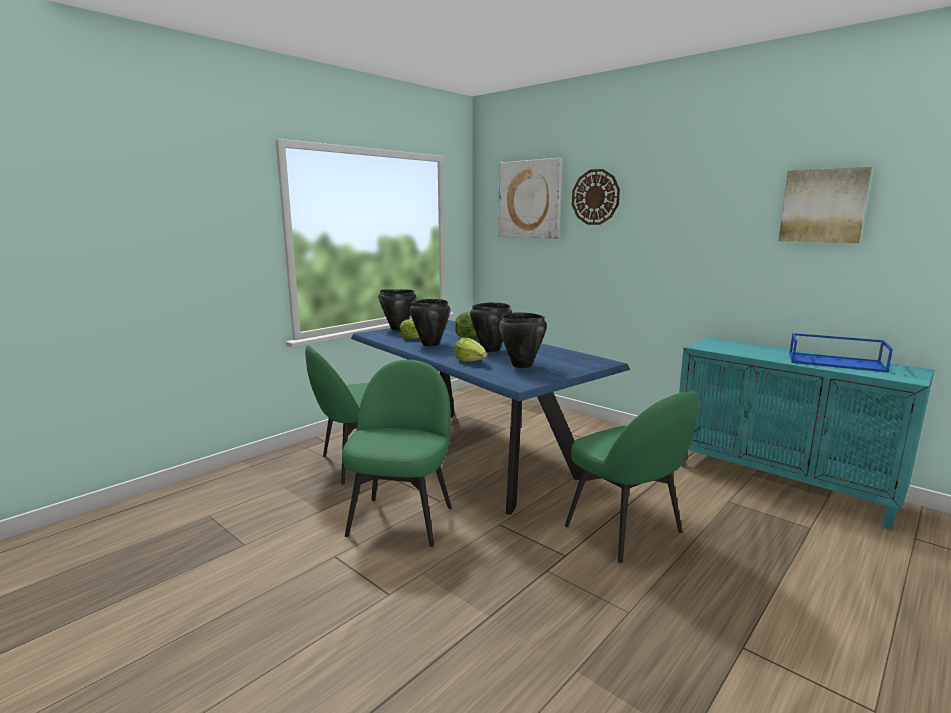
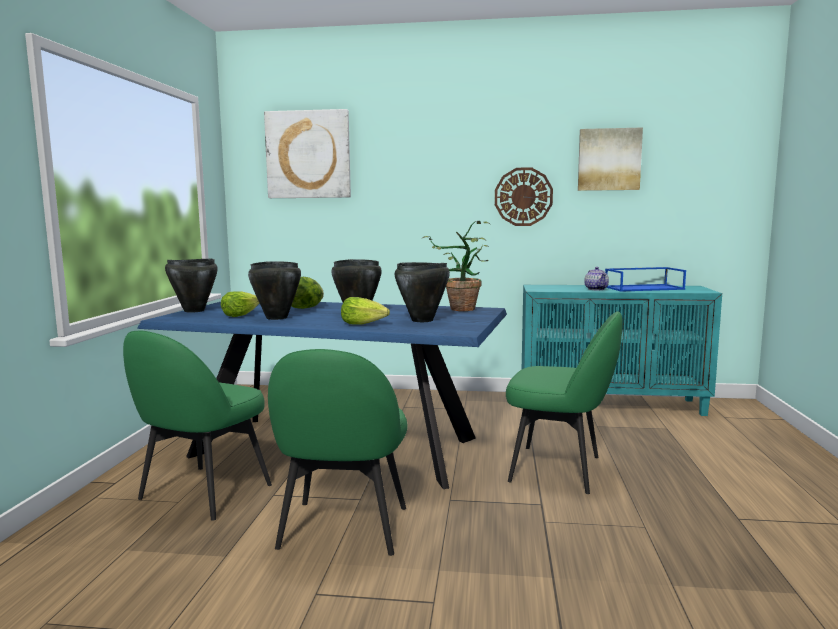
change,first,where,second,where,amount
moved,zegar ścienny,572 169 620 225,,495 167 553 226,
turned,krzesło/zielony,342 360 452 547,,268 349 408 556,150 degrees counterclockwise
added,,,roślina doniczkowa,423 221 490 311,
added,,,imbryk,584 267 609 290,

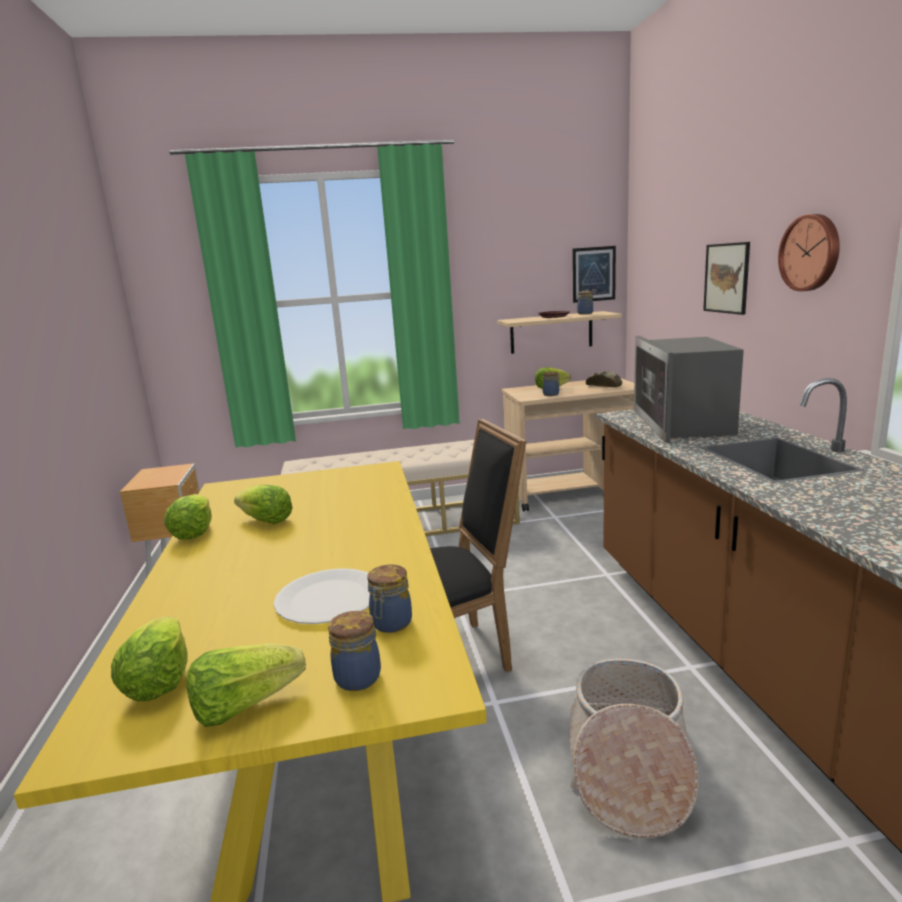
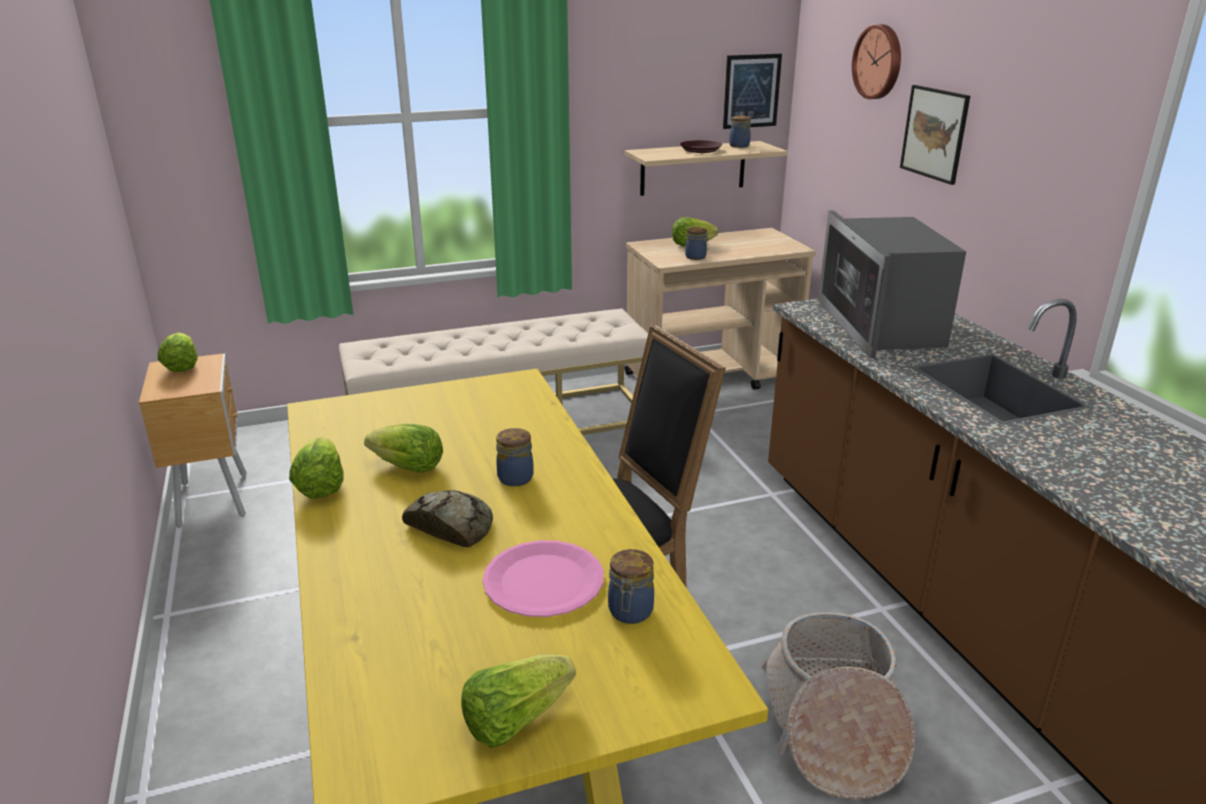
change,first,where,second,where,amount
moved,zegar ścienny,778 214 840 291,,852 24 901 99,
moved,chleb,586 372 622 387,,402 490 493 548,
recoloured,talerz/biały,274 568 370 624,talerz/różowy,482 540 604 617,
moved,słoik,328 611 381 691,,496 428 534 486,
moved,sałata,111 616 187 701,,158 332 198 372,

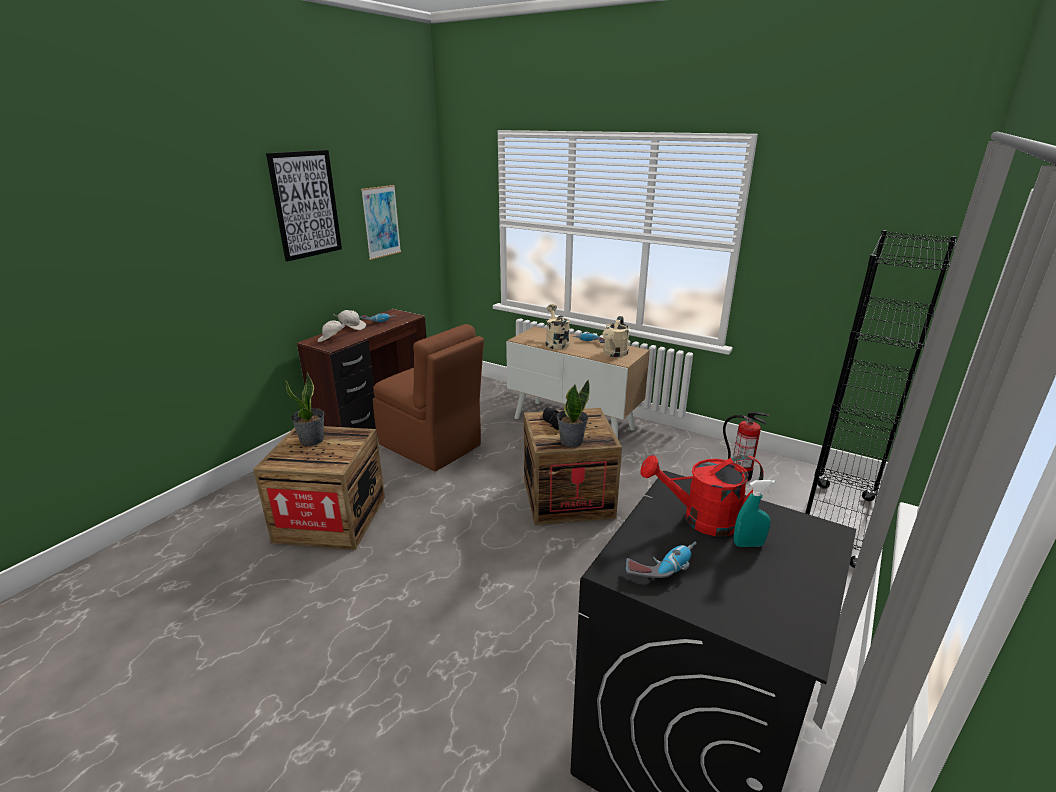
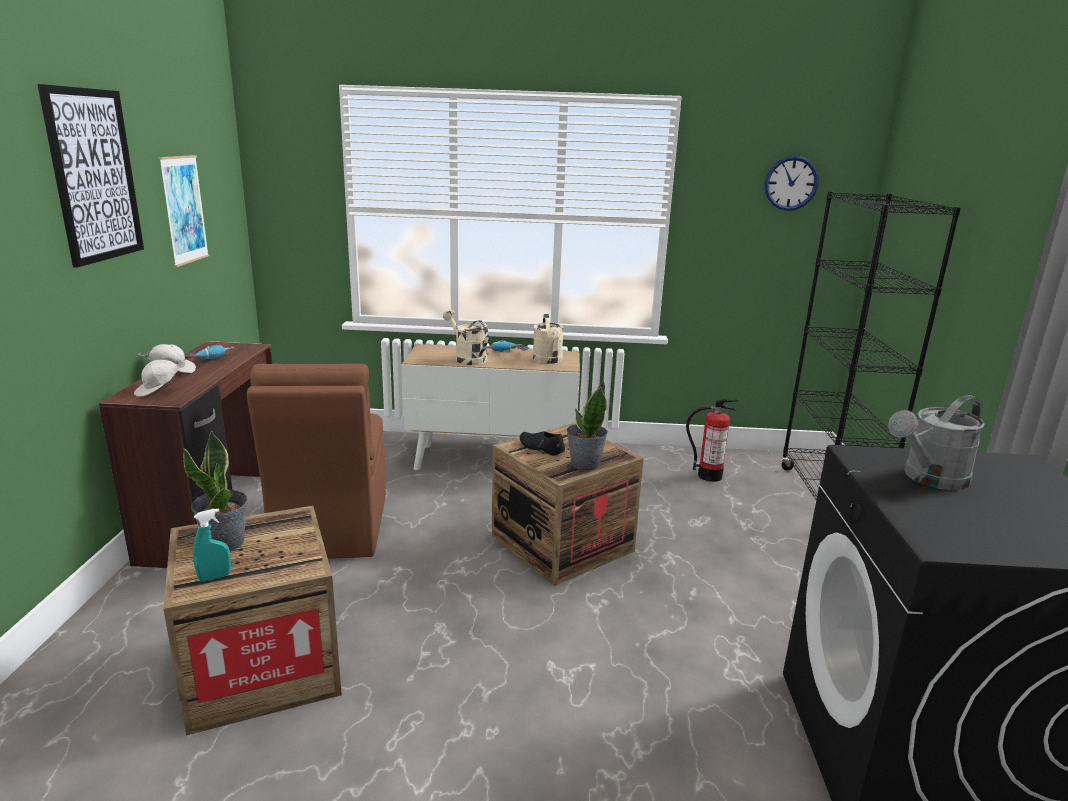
change,first,where,second,where,amount
turned,krzesło/brązowy,373 324 484 471,,247 364 386 559,75 degrees clockwise
recoloured,konewka/czerwony,641 455 764 536,konewka/szary,888 395 985 490,
moved,spryskiwacz/turkusowy,734 480 775 547,,193 508 231 582,
removed,wiertarka,626 541 697 578,,,
added,,,zegar ścienny,765 156 819 211,

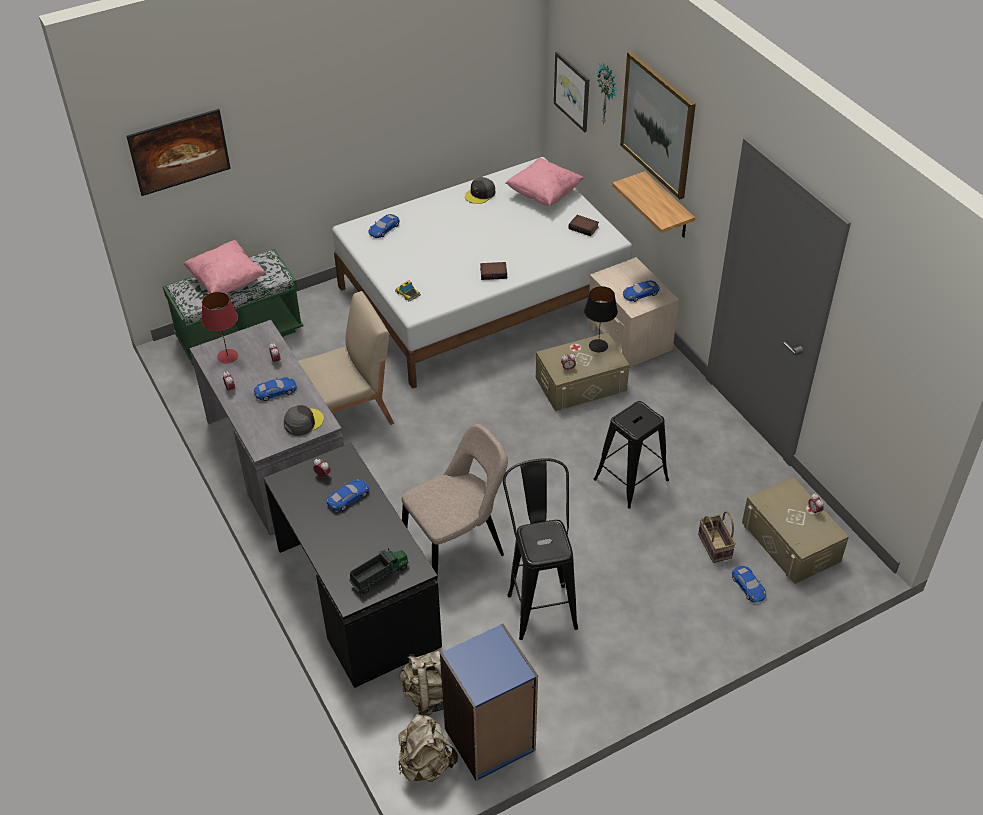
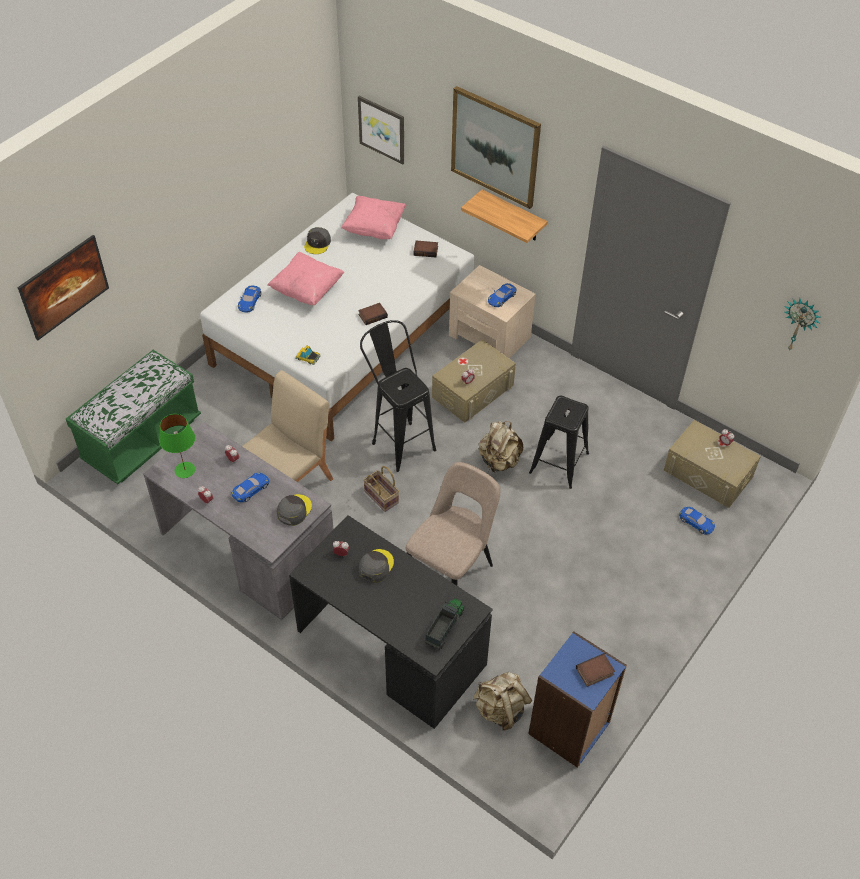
change,first,where,second,where,amount
moved,zegar ścienny,596 63 617 125,,784 298 821 351,
moved,poduszka/różowy,183 240 265 294,,267 252 344 305,
removed,lampa stołowa/czarny,584 286 618 352,,,
recoloured,lampa stołowa/czerwony,201 292 238 363,lampa stołowa/zielony,159 414 195 478,
moved,stołek/czarny,503 458 578 640,,360 320 436 472,
replaced,samochodzik/niebieski,326 479 369 511,czapka z daszkiem/szary,359 549 394 583,
moved,koszyk,698 511 736 563,,363 466 399 512,
moved,plecak/beżowy,398 714 458 782,,478 421 523 473,
added,,,książka,576 653 615 687,

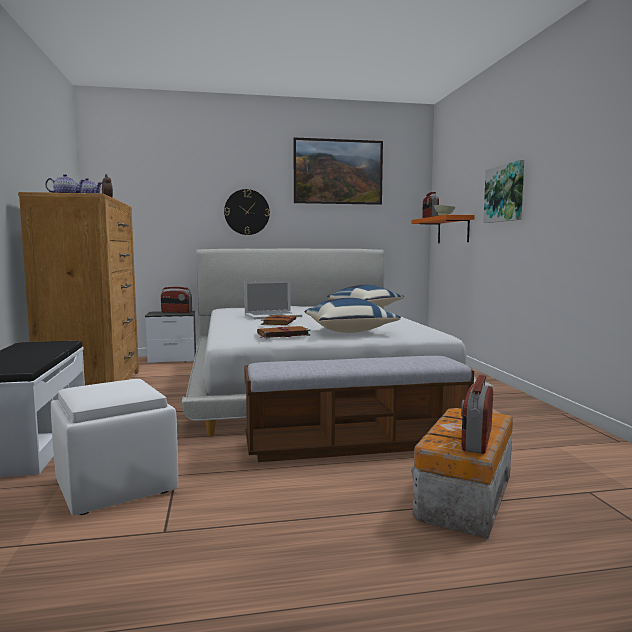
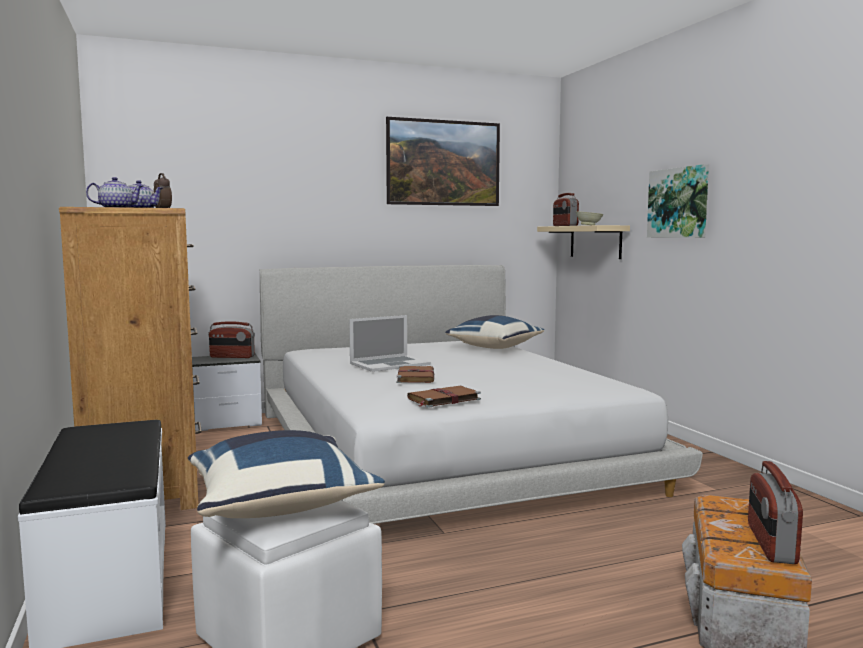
change,first,where,second,where,amount
removed,zegar ścienny,224 189 270 235,,,
recoloured,półka/pomarańczowy,411 215 475 243,półka/beżowy,537 225 630 259,
moved,poduszka/niebieski,305 298 401 333,,188 430 385 518,
removed,ławka,244 356 474 462,,,

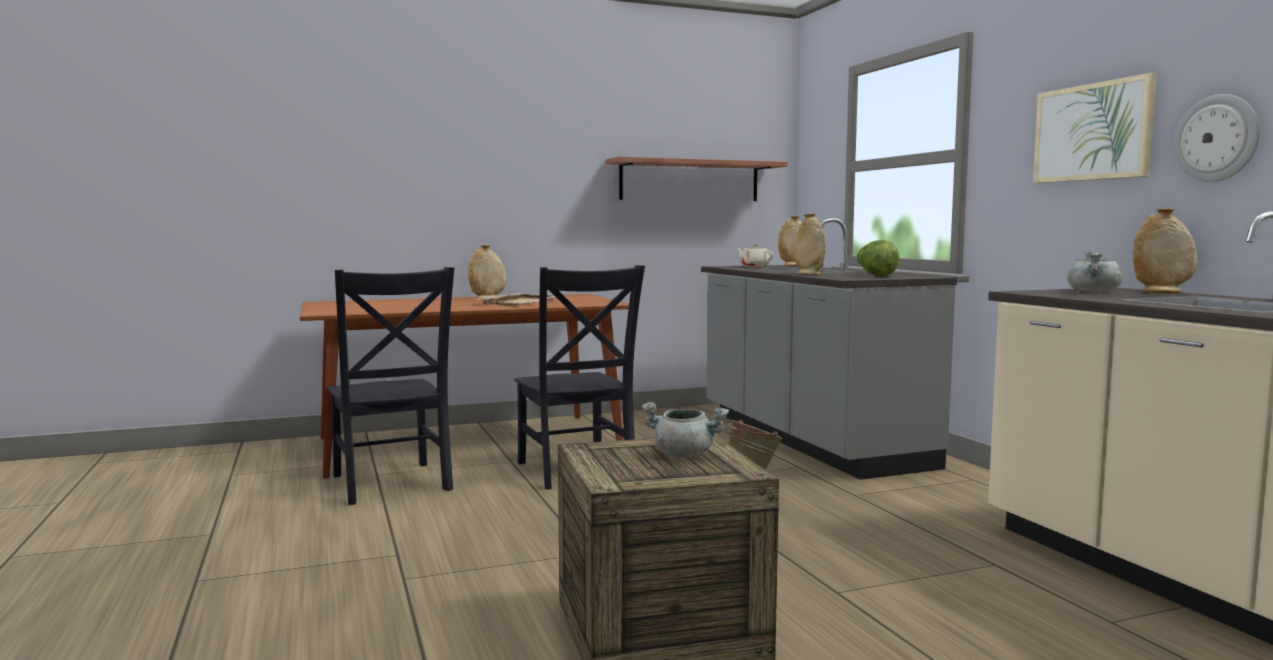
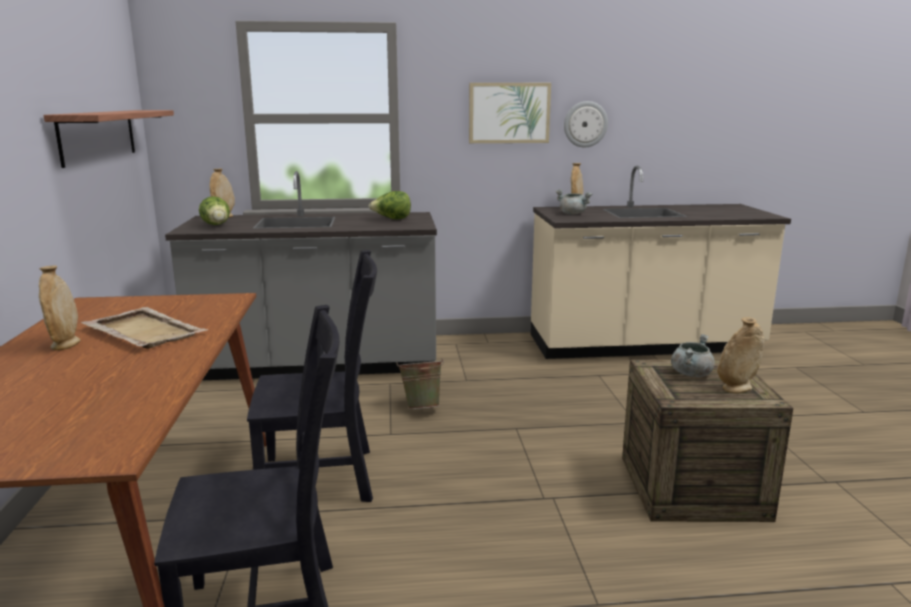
change,first,where,second,where,amount
moved,wazon/beżowy,794 213 826 275,,717 317 764 393,
replaced,imbryk/beżowy,736 244 774 267,sałata,199 196 230 225,

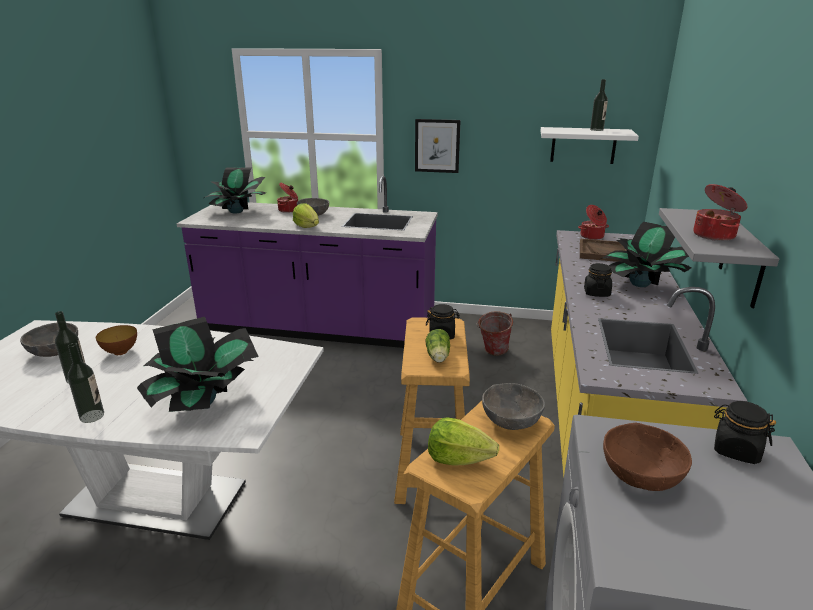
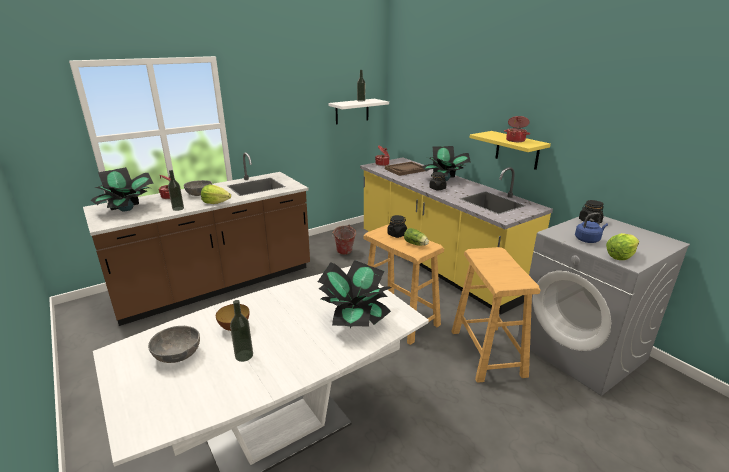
change,first,where,second,where,amount
removed,obraz,415 119 461 173,,,
recoloured,zabudowa kuchenna/fioletowy,177 176 438 348,zabudowa kuchenna/brązowy,83 152 310 326,
recoloured,półka/szary,659 208 779 308,półka/żółty,470 131 551 170,
moved,butelka,67 343 104 423,,168 170 184 211,
removed,miska/szary,482 383 545 430,,,
moved,sałata,428 417 499 465,,606 233 639 260,
replaced,miska/brązowy,603 423 692 491,czajnik/niebieski,575 213 608 243,

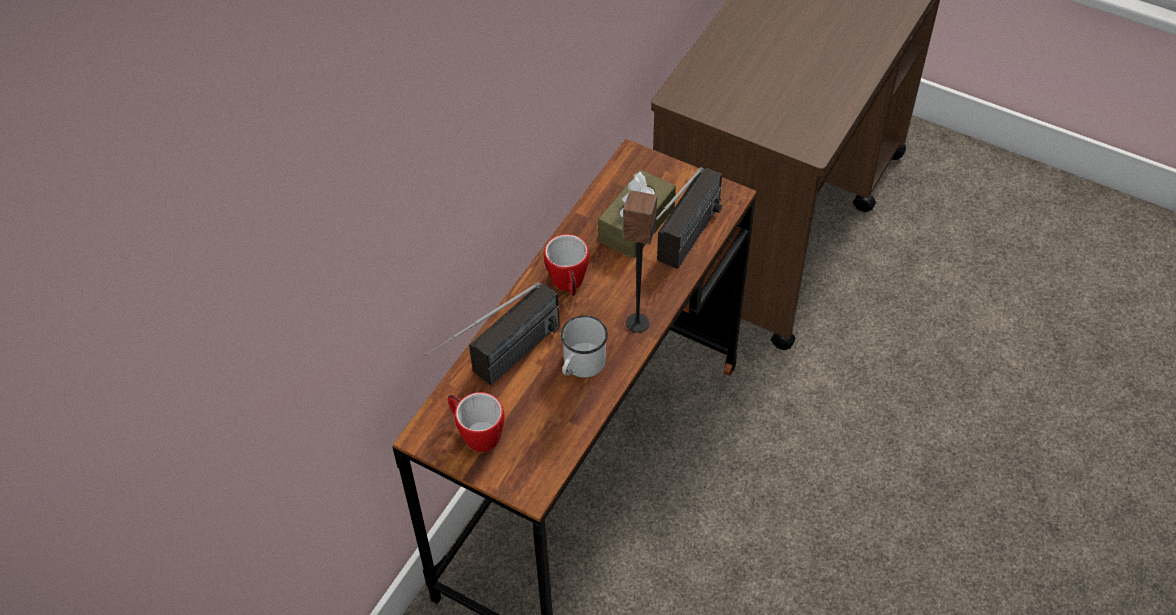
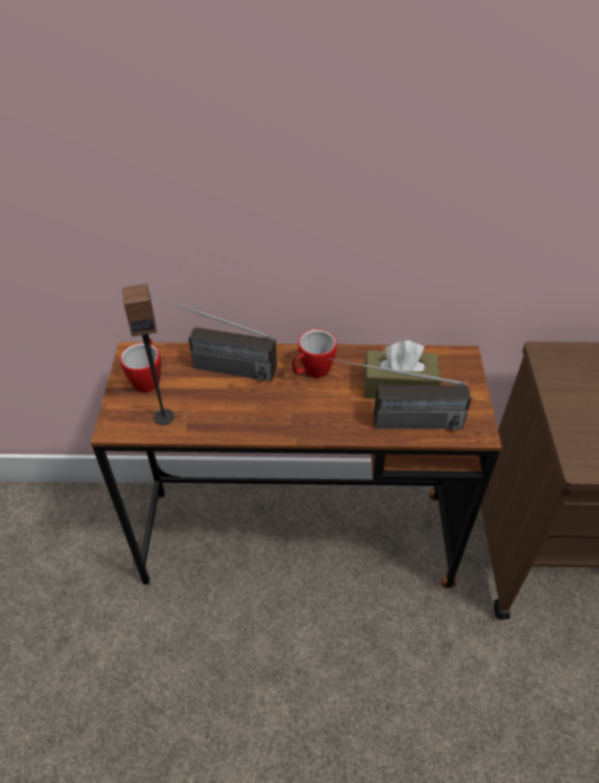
change,first,where,second,where,amount
moved,głośnik,623 190 657 333,,122 283 174 425,
removed,kubek/biały,561 315 608 378,,,

